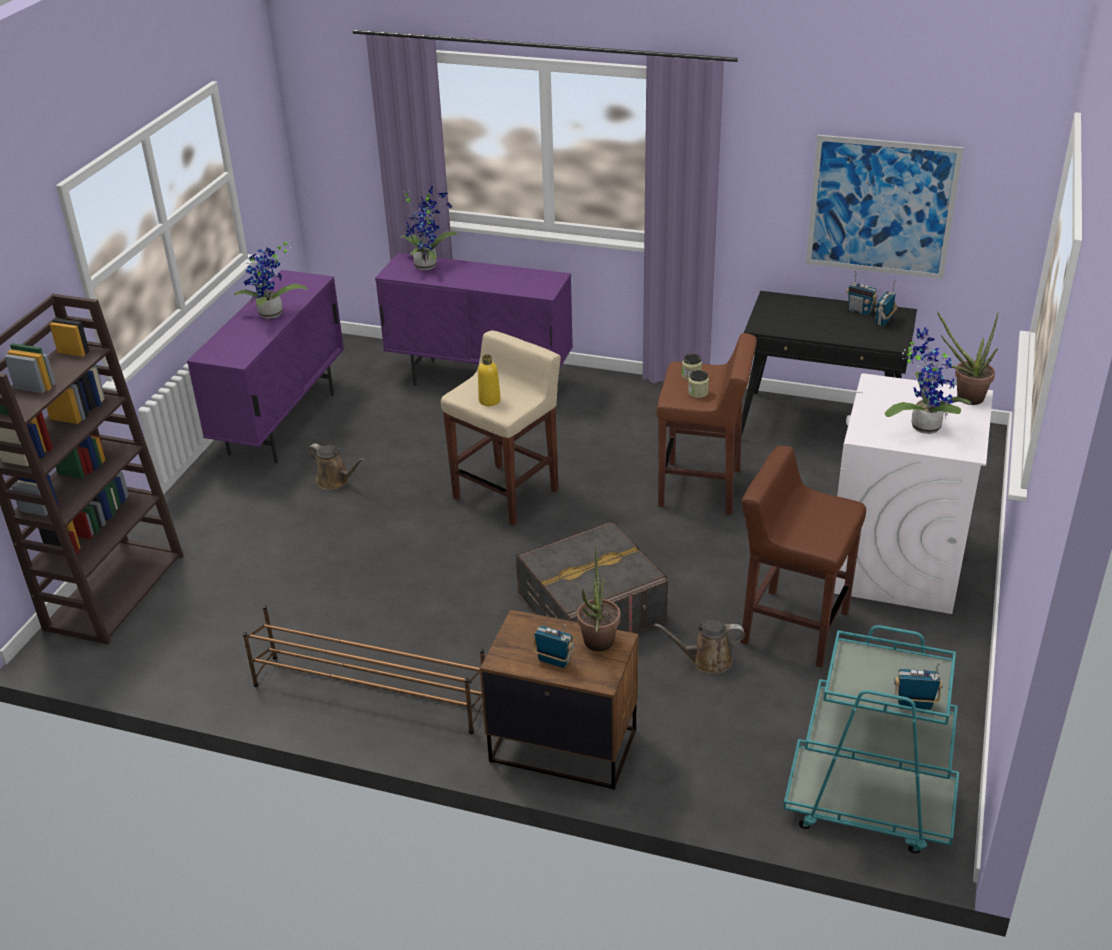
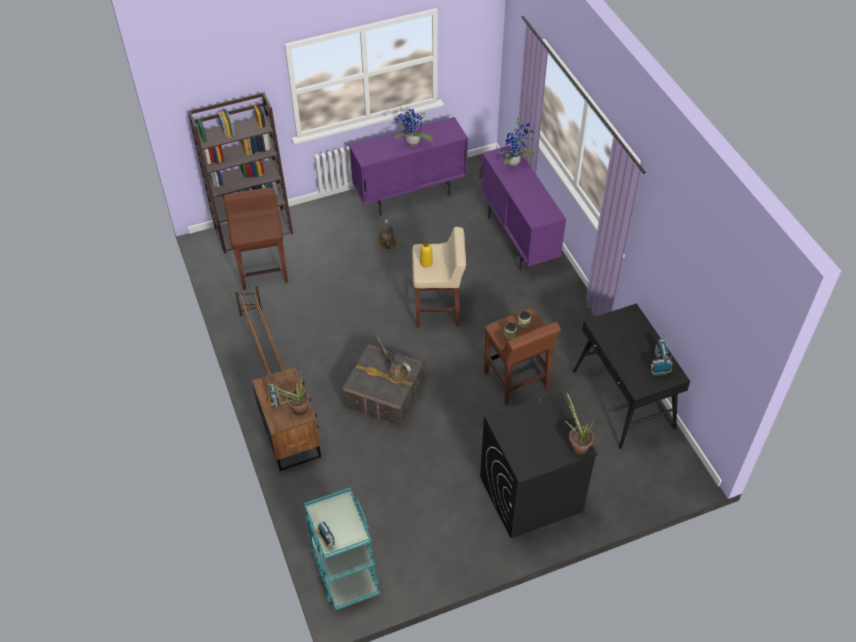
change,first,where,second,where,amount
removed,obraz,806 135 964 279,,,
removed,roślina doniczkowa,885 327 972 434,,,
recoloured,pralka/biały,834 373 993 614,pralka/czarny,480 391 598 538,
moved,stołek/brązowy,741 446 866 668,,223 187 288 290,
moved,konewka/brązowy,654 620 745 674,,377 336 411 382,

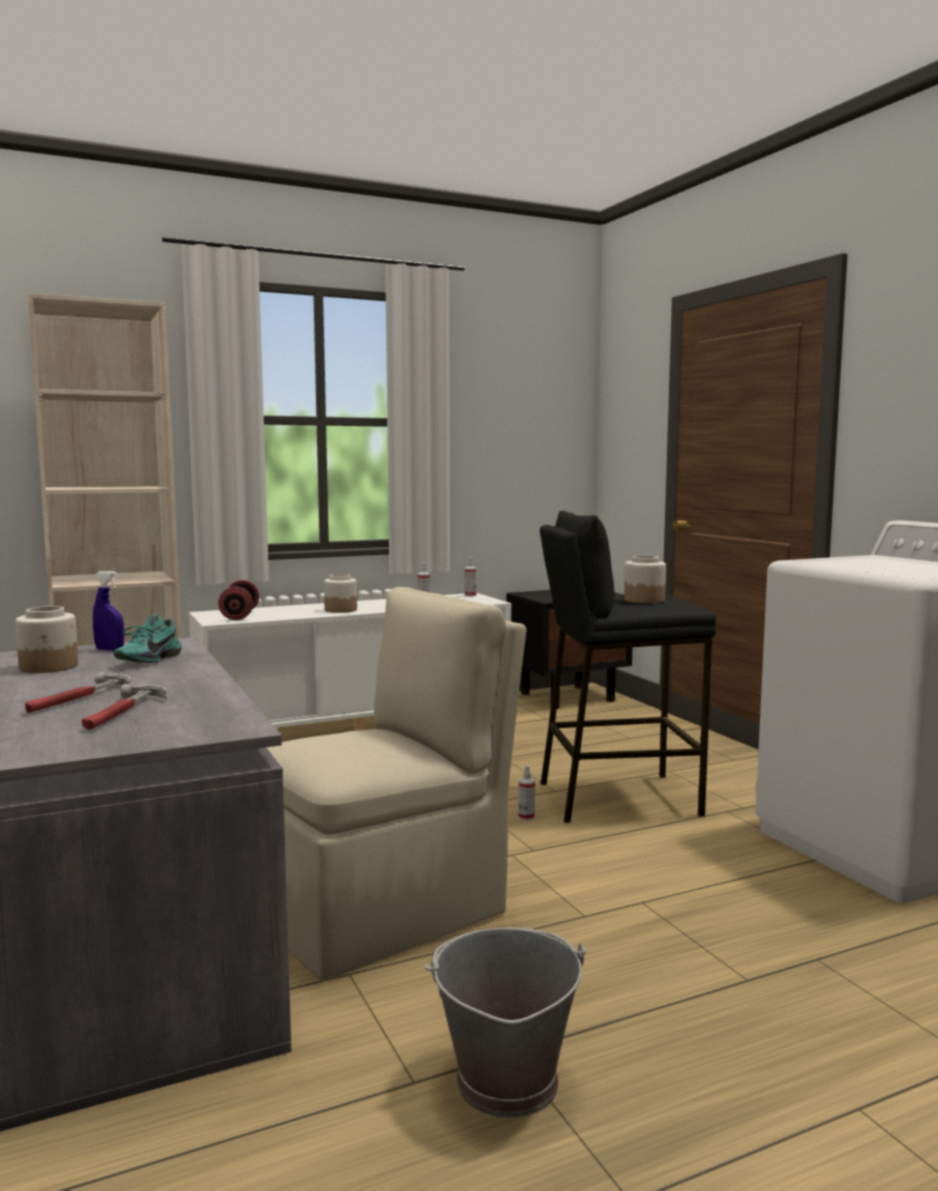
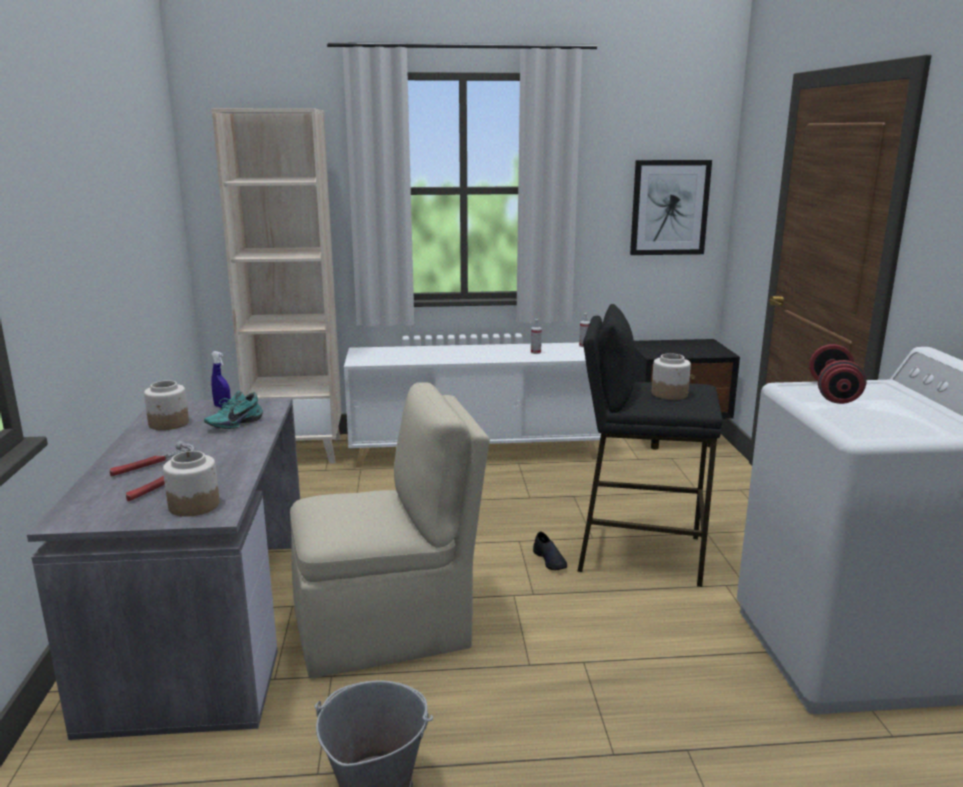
change,first,where,second,where,amount
moved,słoik,324 574 357 613,,163 451 220 517,
moved,hantel/czerwony,218 580 259 620,,809 344 867 404,
replaced,spryskiwacz,518 765 535 821,but/czarny,533 531 567 570,
added,,,obraz,630 160 712 255,

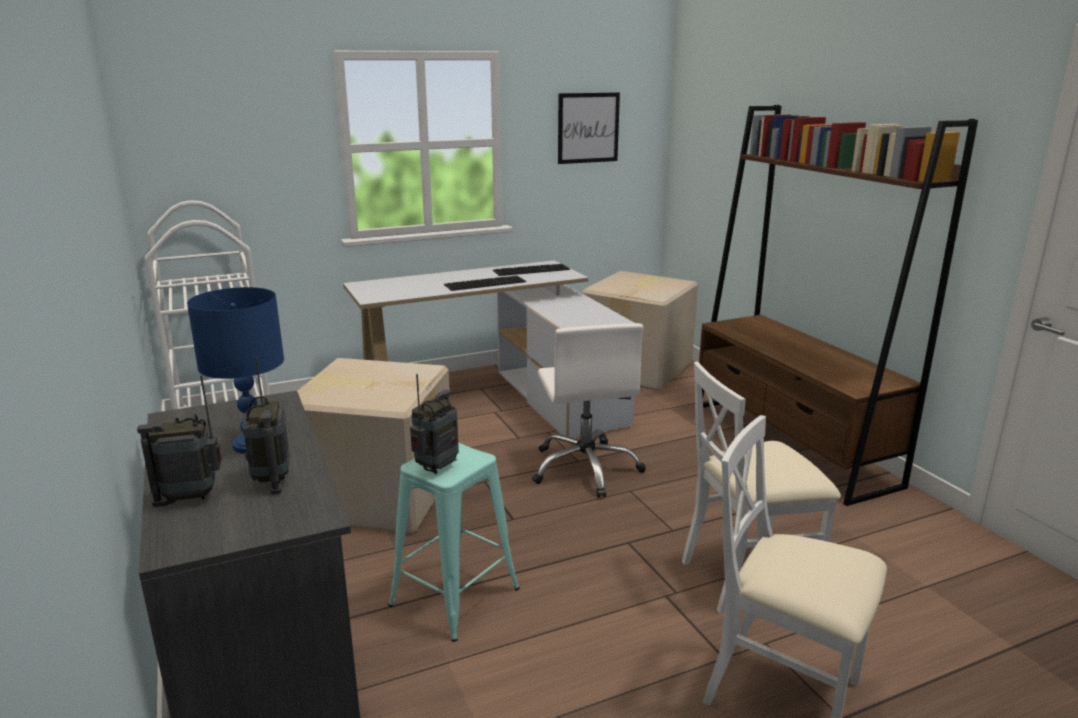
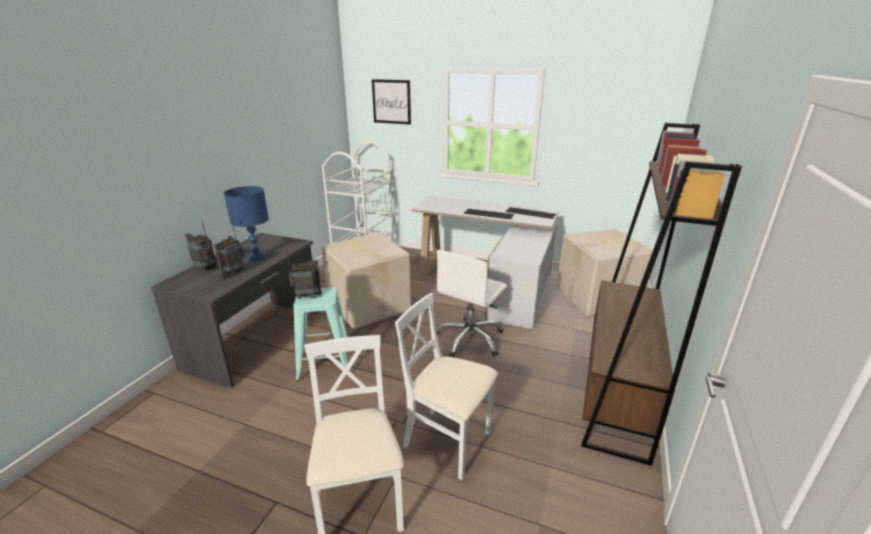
change,first,where,second,where,amount
moved,obraz,558 92 620 164,,372 79 411 125,

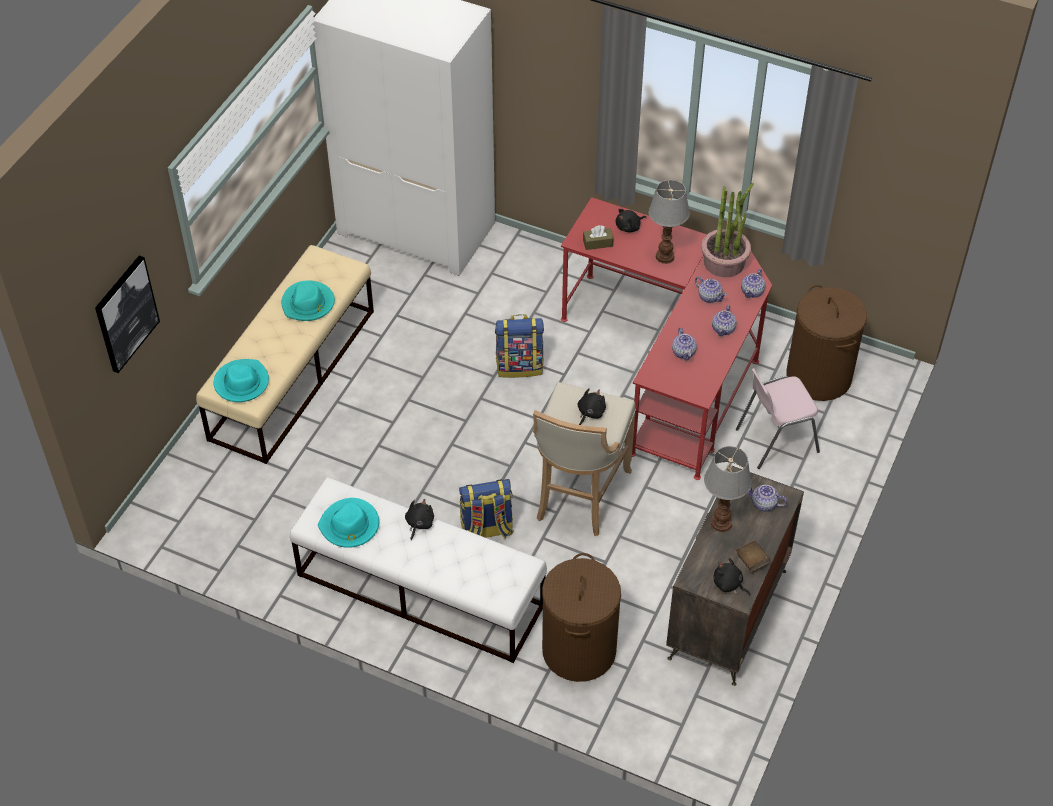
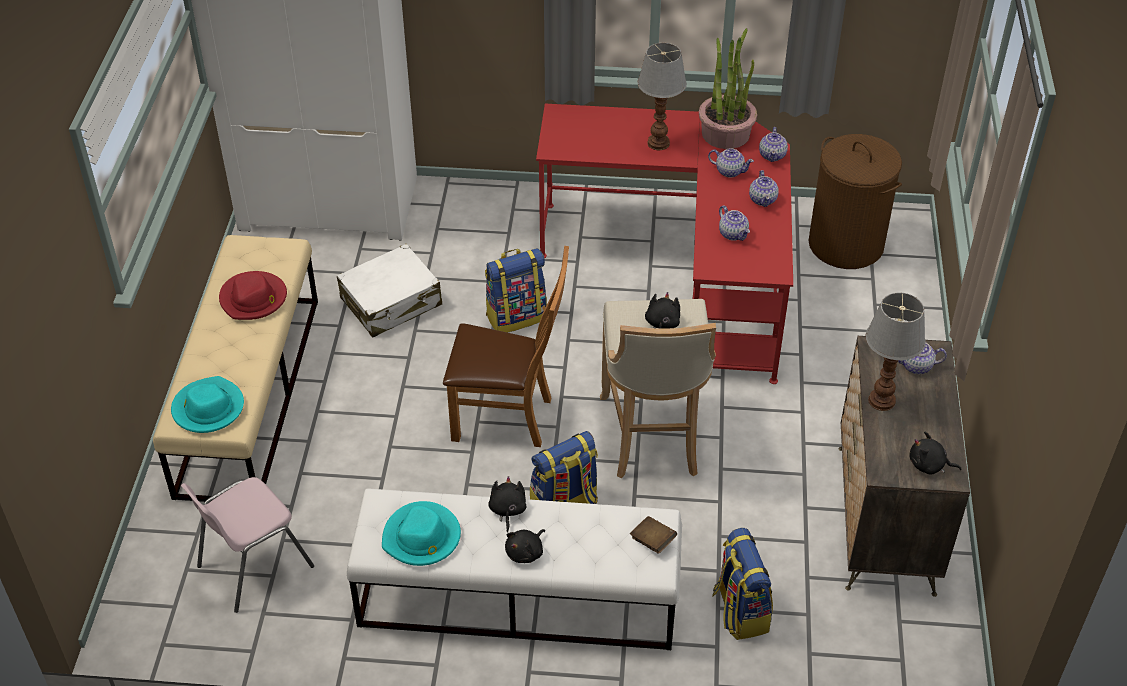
change,first,where,second,where,amount
moved,pluszak/czarny,616 209 647 232,,505 529 545 563,
removed,pudełko chusteczek/brązowy,583 225 614 250,,,
removed,obraz,95 256 160 373,,,
recoloured,kapelusz/turkusowy,282 280 335 321,kapelusz/czerwony,219 271 287 320,
moved,krzesło/różowy,736 368 820 469,,181 477 314 613,
moved,książka/brązowy,736 541 771 572,,630 516 677 554,
replaced,kosz na pranie/brązowy,542 553 621 682,plecak,712 528 773 640,
added,,,walizka/biały,337 244 442 337,
added,,,krzesło/brązowy,443 246 569 447,

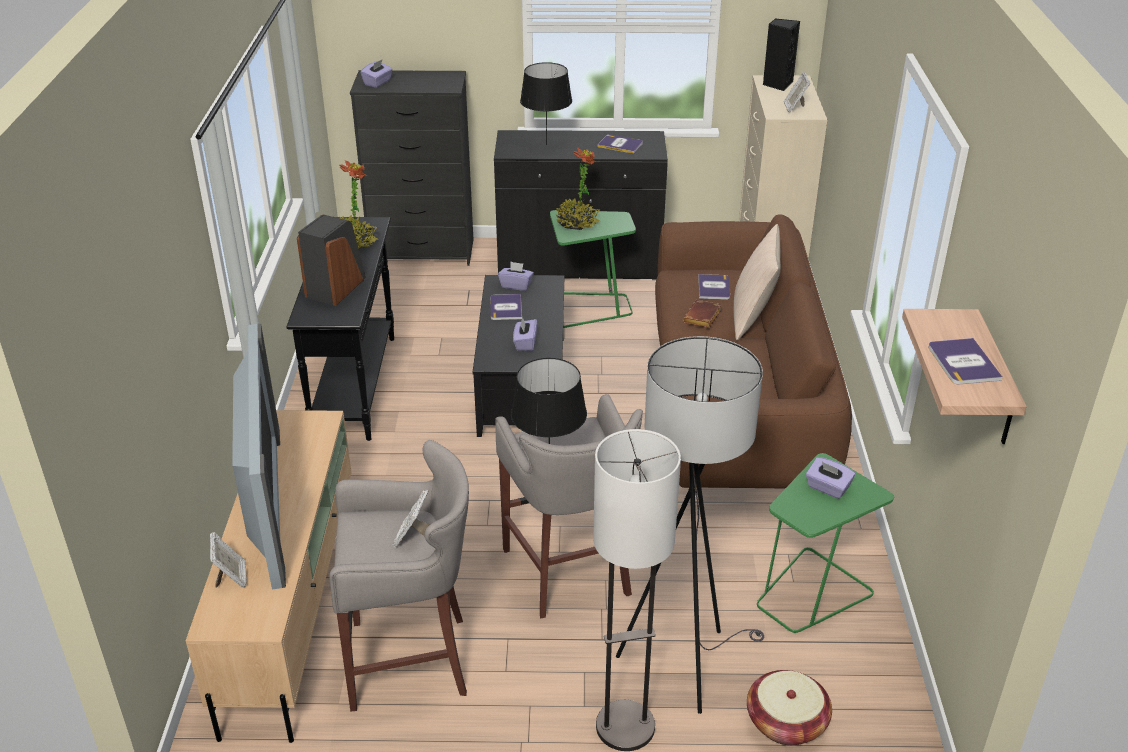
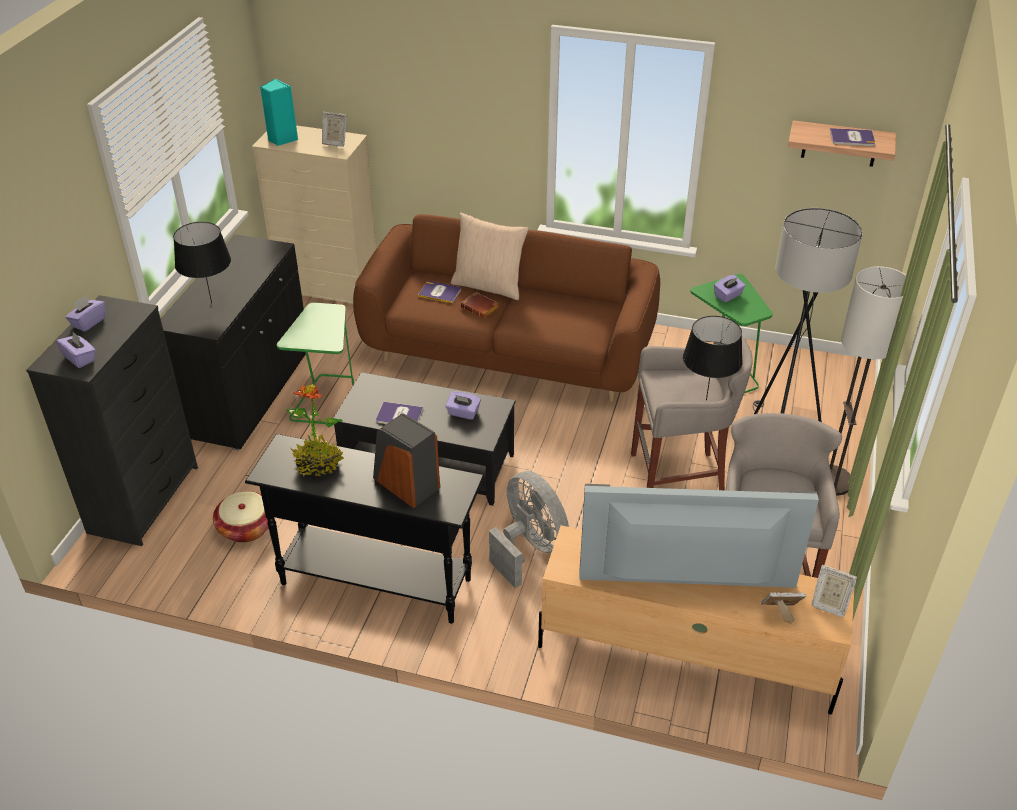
change,first,where,second,where,amount
recoloured,głośnik/czarny,763 19 800 91,głośnik/turkusowy,260 79 298 146,
removed,książka,598 134 643 154,,,
removed,roślina doniczkowa,555 147 600 230,,,
moved,pudełko chusteczek/fioletowy,498 261 534 291,,66 296 106 332,
moved,ramka na zdjęcie,392 490 430 548,,812 565 857 617,
moved,koszyk,747 670 832 745,,213 491 268 543,
added,,,wentylator/szary,489 471 569 588,

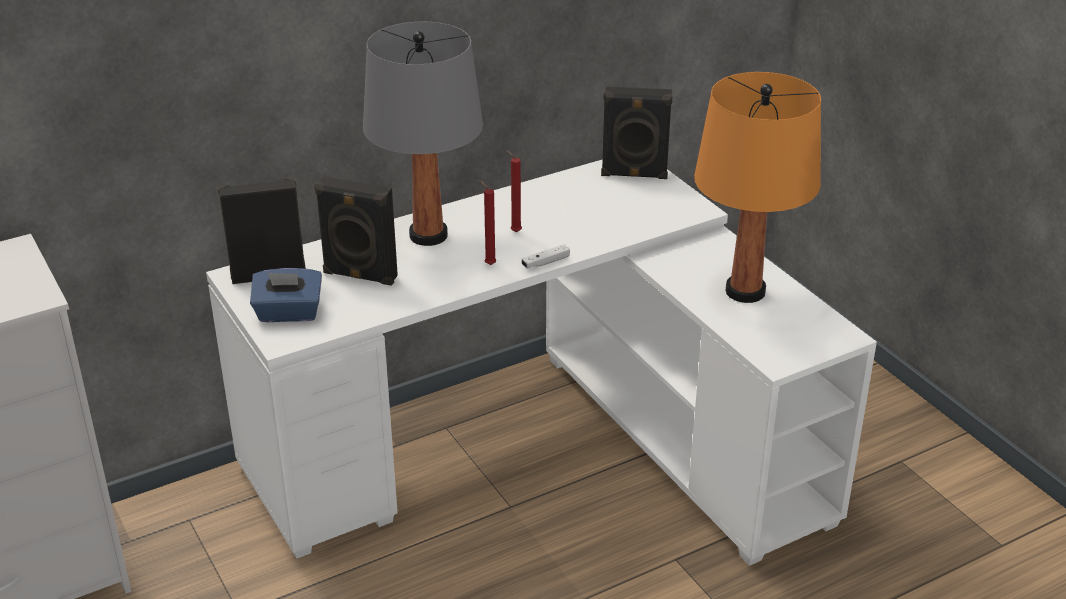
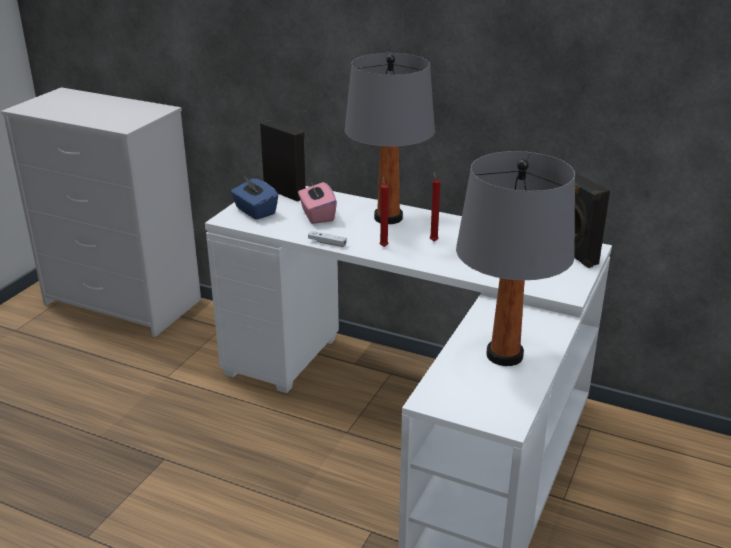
change,first,where,second,where,amount
recoloured,lampa stołowa/pomarańczowy,694 72 821 303,lampa stołowa/szary,456 151 575 366,
replaced,głośnik/czarny,315 176 398 286,pudełko chusteczek/różowy,298 182 337 224,
moved,pad do gier/biały,522 244 570 269,,308 231 347 247,

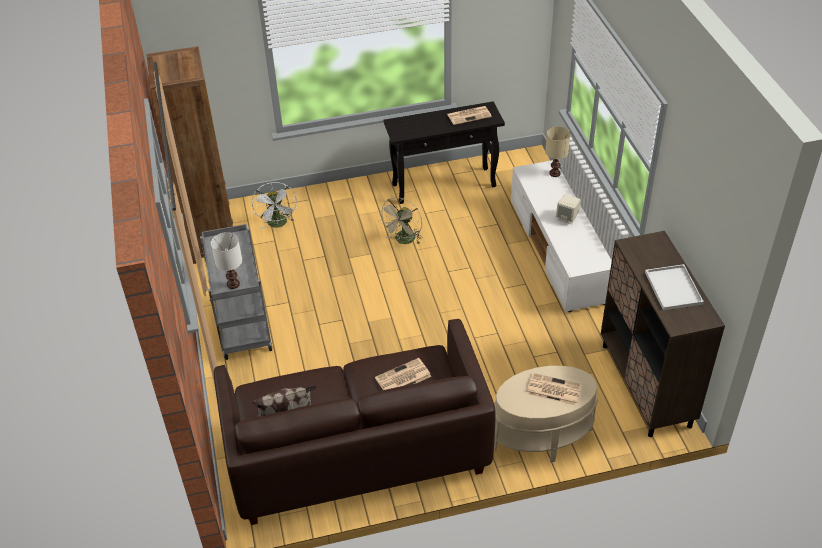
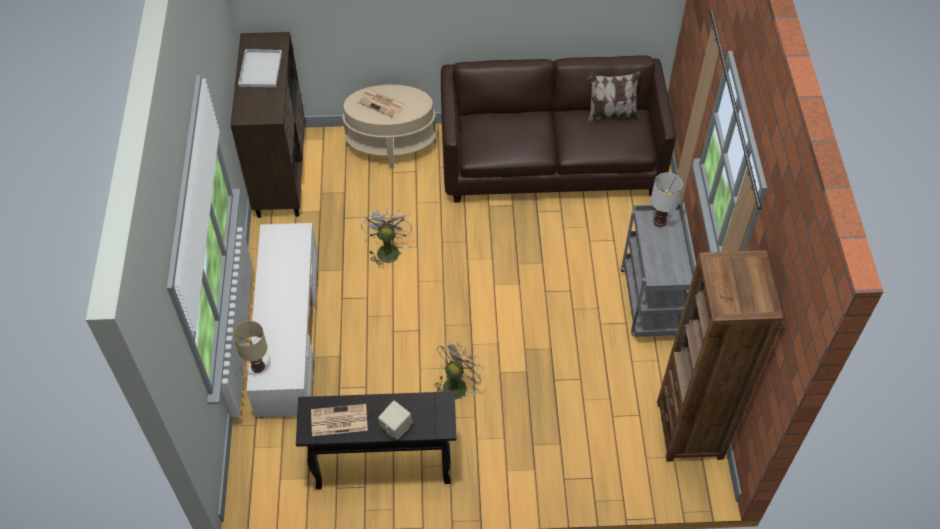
change,first,where,second,where,amount
moved,wentylator/biały,252 182 297 229,,361 207 412 268,
moved,głośnik/beżowy,556 194 581 224,,378 401 413 439,
removed,gazeta,375 358 431 390,,,

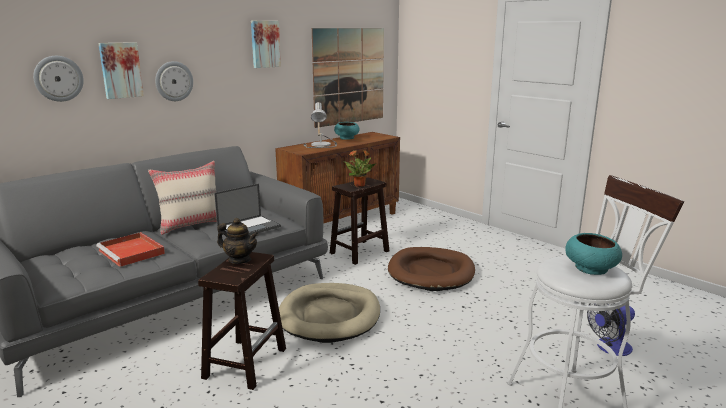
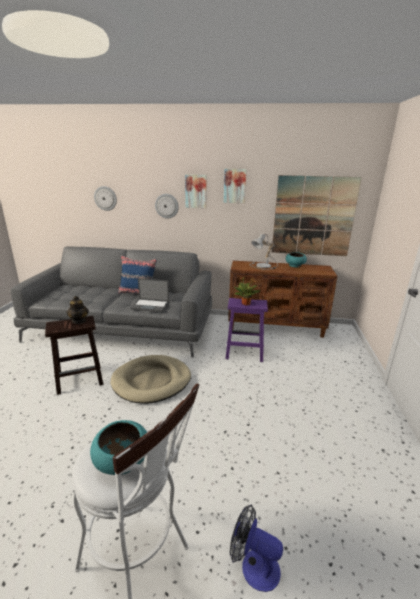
change,first,where,second,where,amount
moved,obraz,98 42 144 99,,185 174 207 208,
recoloured,poduszka/beżowy,148 161 217 235,poduszka/niebieski,118 256 157 294,
recoloured,stołek/brązowy,330 177 389 265,stołek/fioletowy,225 298 268 362,
removed,taca/czerwony,96 232 165 267,,,
removed,legowisko/brązowy,388 247 475 291,,,

